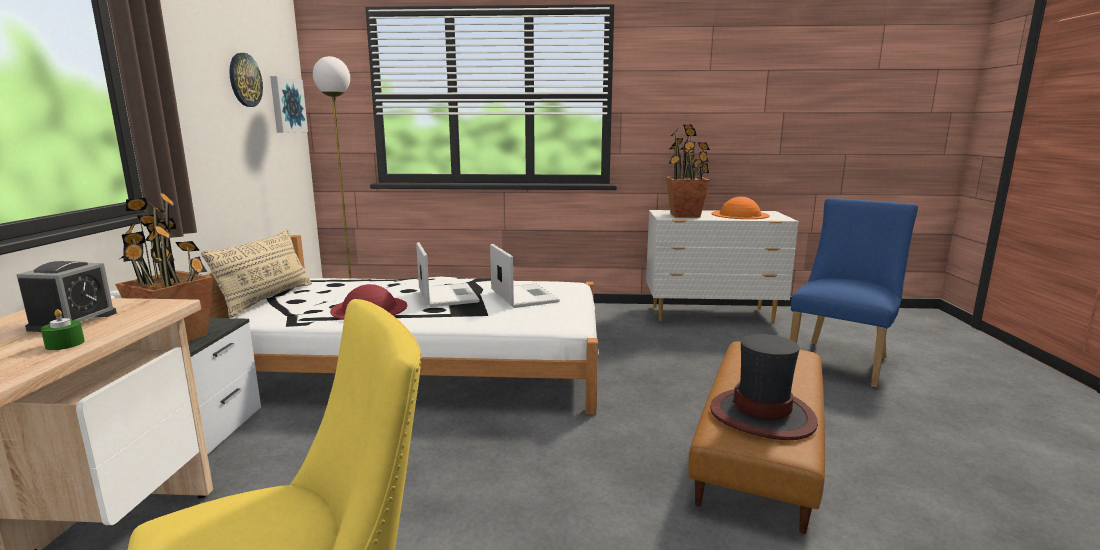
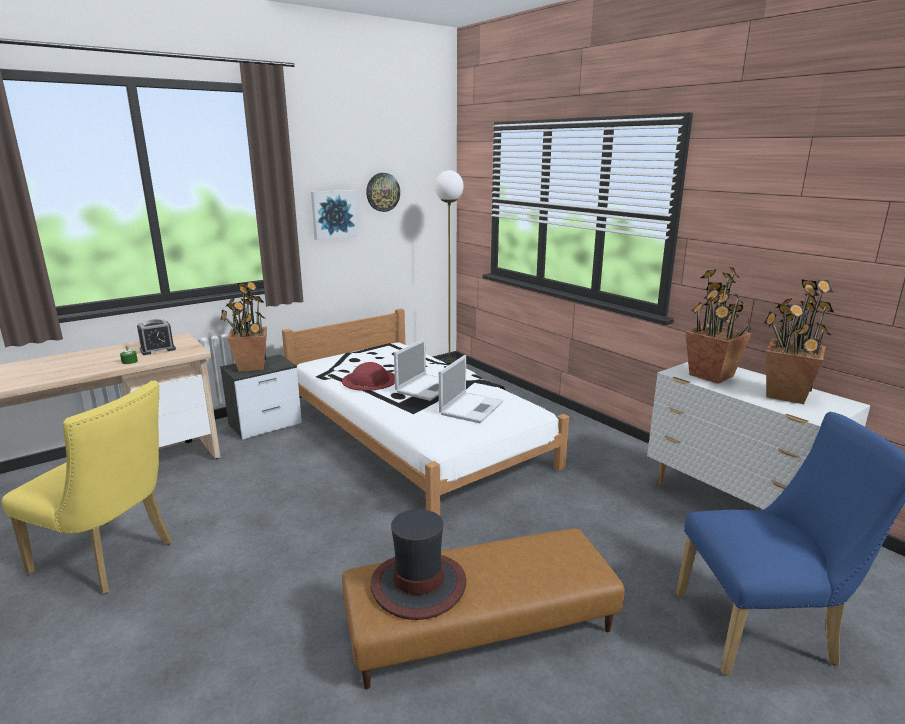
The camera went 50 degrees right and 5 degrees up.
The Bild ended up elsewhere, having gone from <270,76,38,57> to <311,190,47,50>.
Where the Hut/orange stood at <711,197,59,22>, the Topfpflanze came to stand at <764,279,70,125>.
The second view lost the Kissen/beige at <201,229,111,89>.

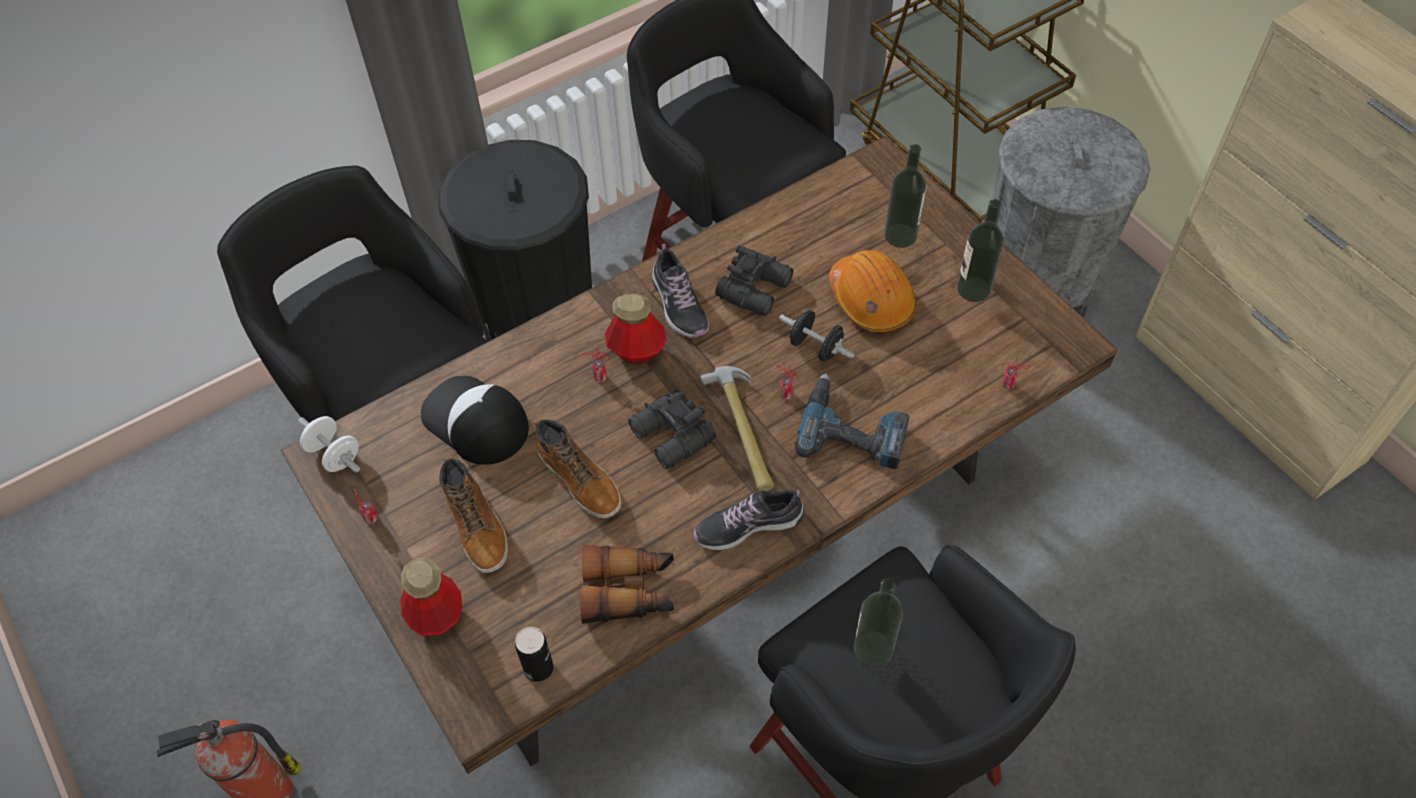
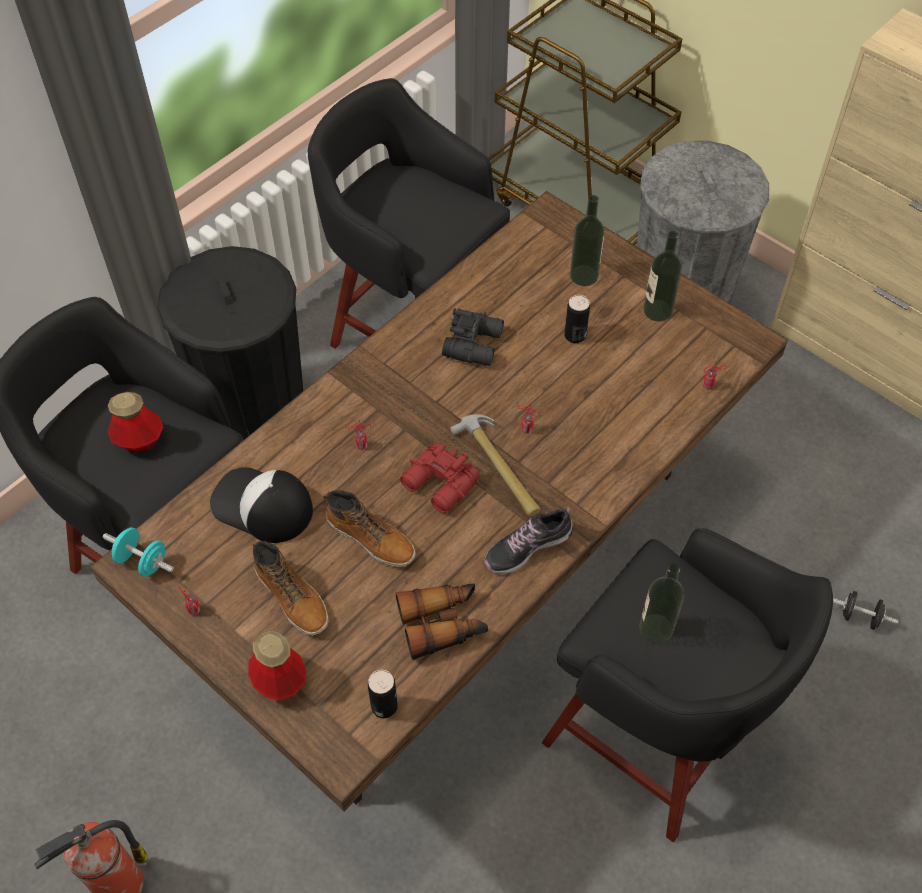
The camera went 15 degrees left and 0 degrees up.
What was the Hantel/weiß at <298,416,62,57> turned into the Hantel/türkis at <103,527,71,50>.
The Flasche ended up elsewhere, having gone from <605,293,62,71> to <108,392,55,61>.
What was the Fernglas/schwarz at <628,389,88,80> turned into the Fernglas/rot at <400,443,80,70>.
Where the Schutzhelm/orange stood at <829,250,87,82>, the Dose came to stand at <564,295,26,48>.
The Hantel/schwarz ended up elsewhere, having gone from <779,310,76,52> to <833,591,65,39>.
The second view lost the Schuh at <652,244,57,94>.
The second view lost the Bohrmaschine at <795,373,115,96>.

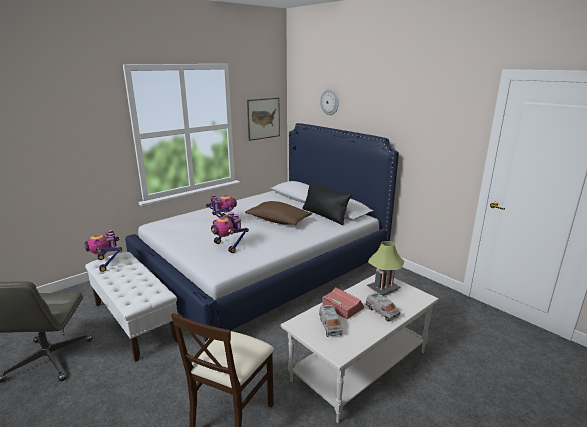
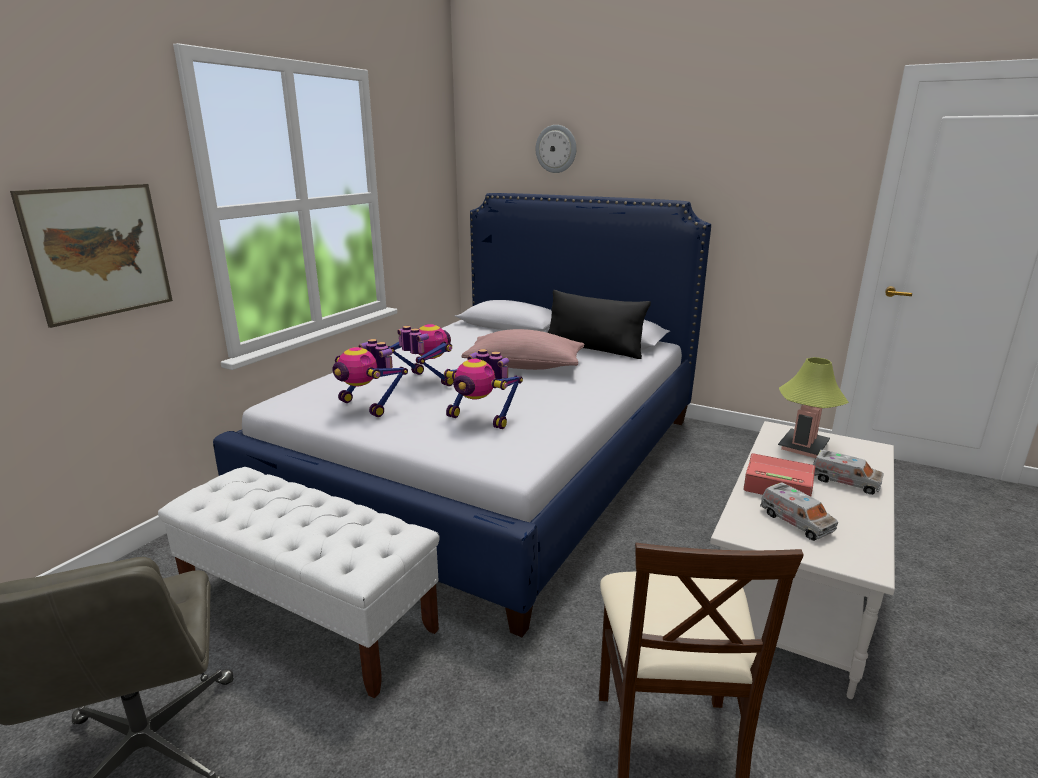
The camera went 20 degrees left and 0 degrees up.
The Bild ended up elsewhere, having gone from <247,97,33,44> to <10,184,163,144>.
The Spielzeugroboter ended up elsewhere, having gone from <84,230,38,42> to <332,339,76,78>.
What was the Kissen/braun at <245,201,67,24> turned into the Kissen/rosa at <461,329,124,41>.

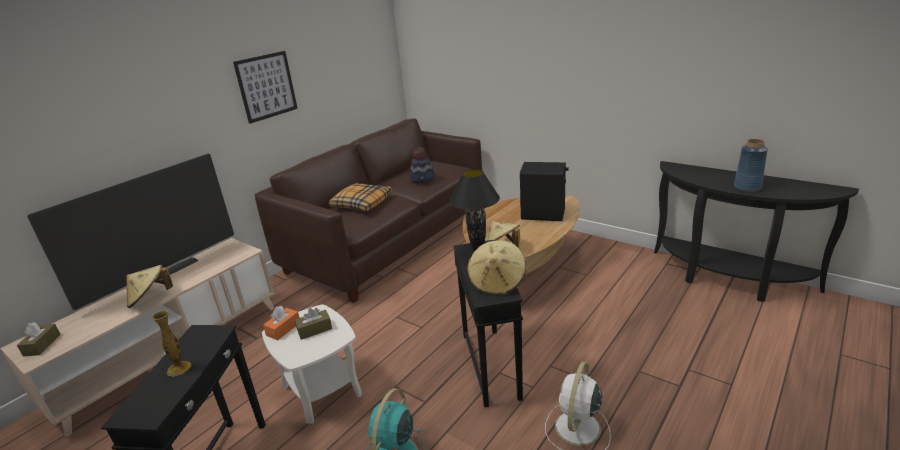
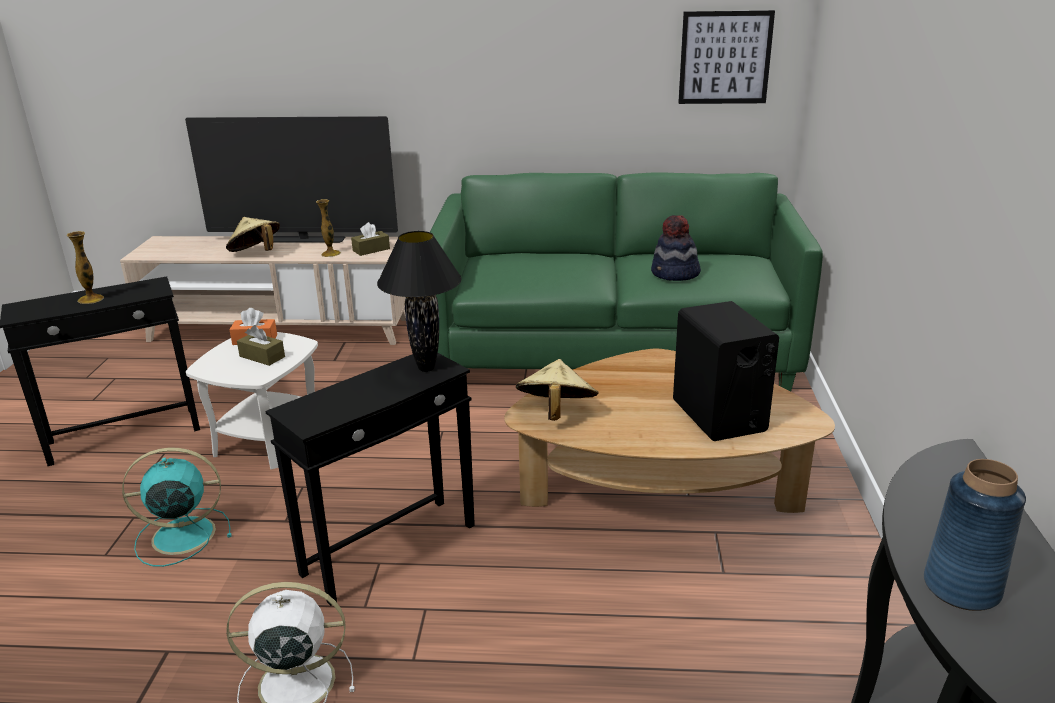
The camera went 55 degrees right and 0 degrees up.
The second view gained the Vase at <316,199,25,58>.
The Taschentuchbox/braun ended up elsewhere, having gone from <17,322,44,35> to <351,222,39,34>.
What was the Sofa/braun at <255,119,227,184> turned into the Sofa/grün at <430,172,393,219>.
The Bild ended up elsewhere, having gone from <233,51,65,73> to <678,10,97,94>.
The second view lost the Kissen at <329,183,63,28>.
The second view lost the Hut/beige at <467,240,59,56>.

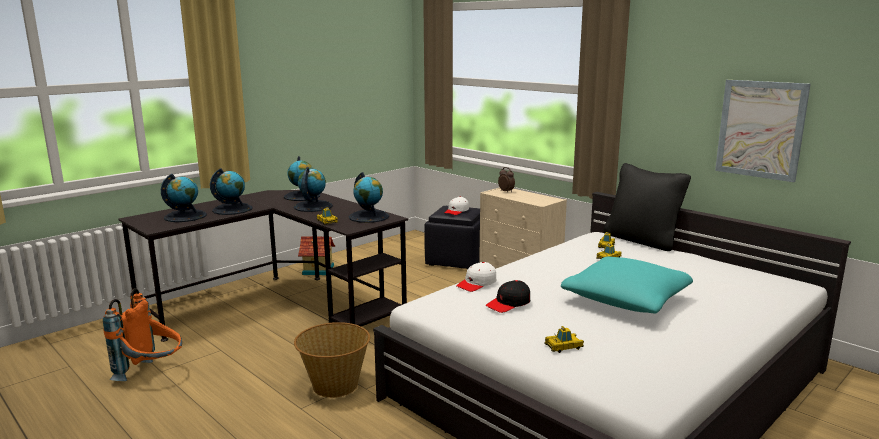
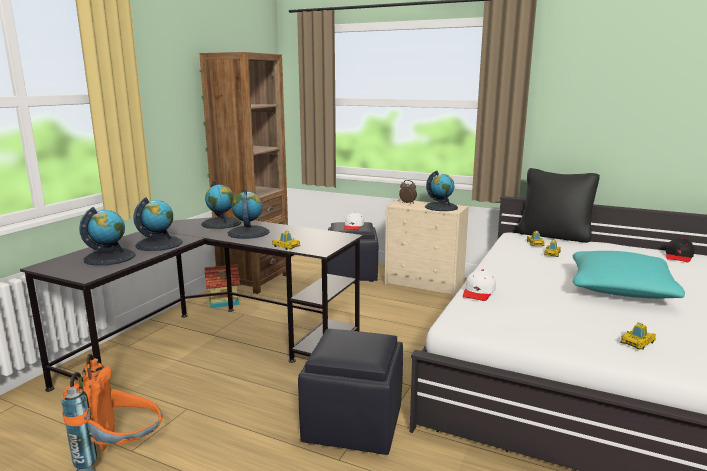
The camera went 20 degrees left and 0 degrees up.
The second view gained the Bücherregal/braun at <199,52,89,242>.
Where the Korb stood at <294,322,76,76>, the Polsterhocker/schwarz came to stand at <298,329,105,126>.
The Globus ended up elsewhere, having gone from <349,172,40,51> to <425,171,33,40>.
The Kappe/schwarz ended up elsewhere, having gone from <486,280,44,33> to <666,238,28,25>.
The second view lost the Bild at <715,80,96,102>.

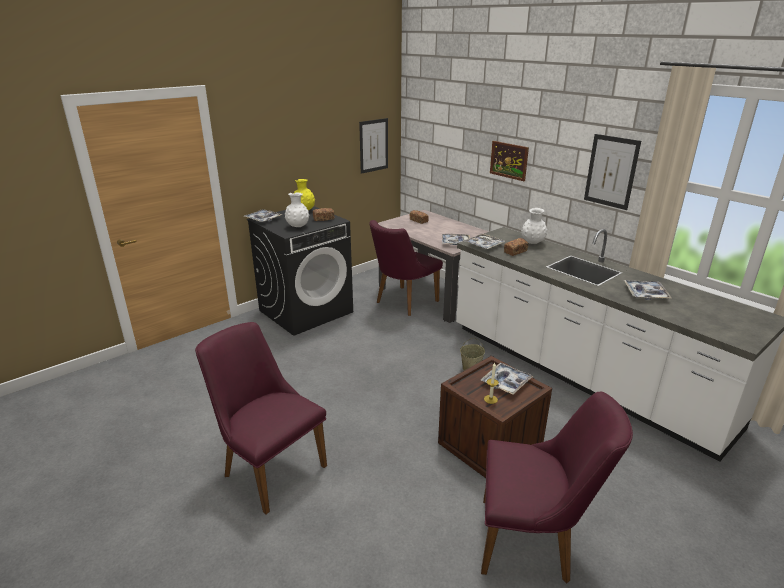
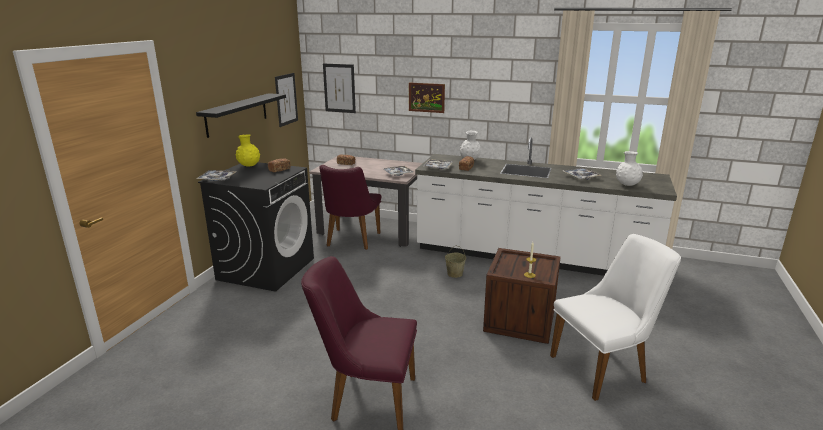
The camera went 30 degrees left and 5 degrees down.
The second view gained the Wandregal/schwarz at <196,93,90,45>.
The Bild ended up elsewhere, having gone from <584,134,57,76> to <323,63,33,50>.
What was the Stuhl/lila at <481,392,152,191> turned into the Stuhl/weiß at <550,234,131,167>.
The Vase/weiß ended up elsewhere, having gone from <285,192,24,35> to <616,151,27,35>.
The second view lost the Tablett at <481,363,52,32>.

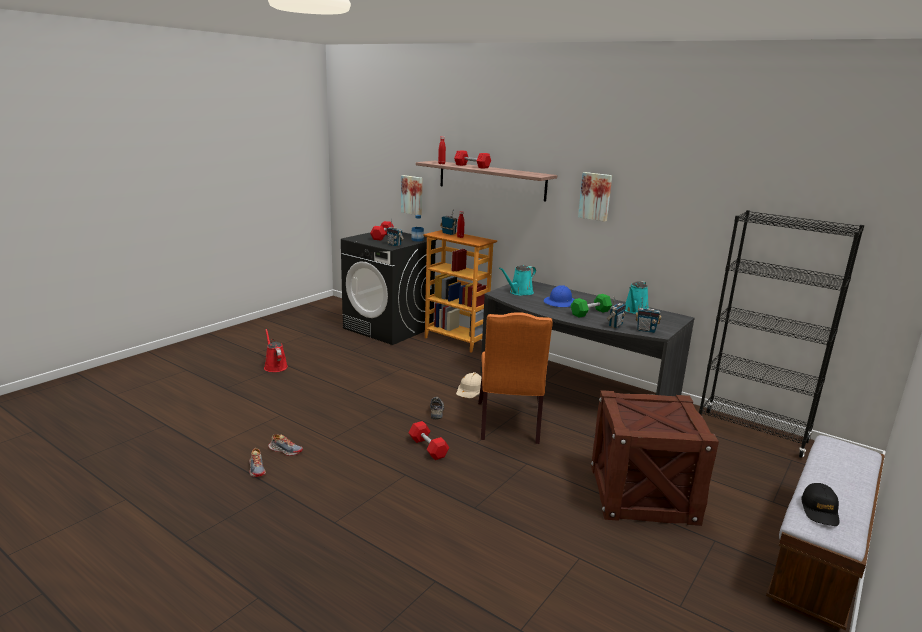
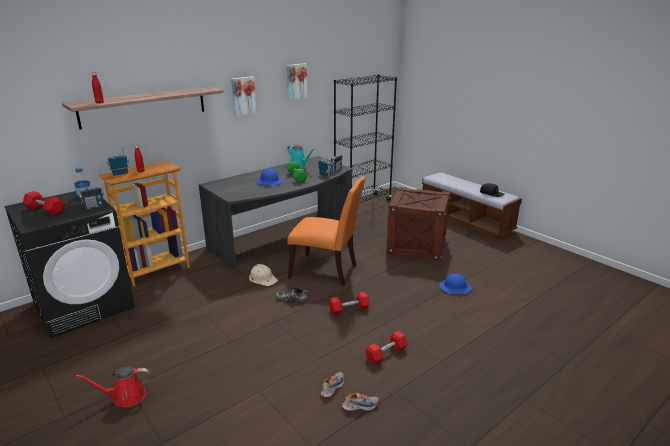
The camera went 75 degrees left and 5 degrees up.
The Bild ended up elsewhere, having gone from <401,175,21,40> to <287,63,21,37>.
The Hantel/rot ended up elsewhere, having gone from <454,150,37,19> to <365,331,43,34>.
The second view gained the Schutzhelm/blau at <439,273,33,21>.
The second view lost the Gießkanne/türkis at <499,265,37,31>.

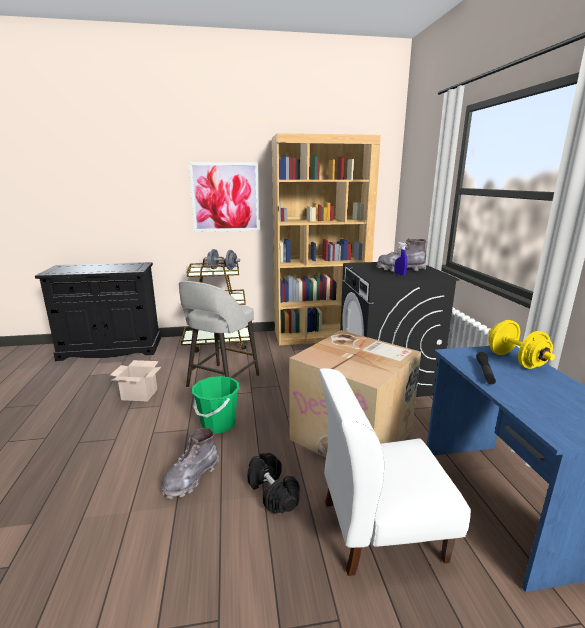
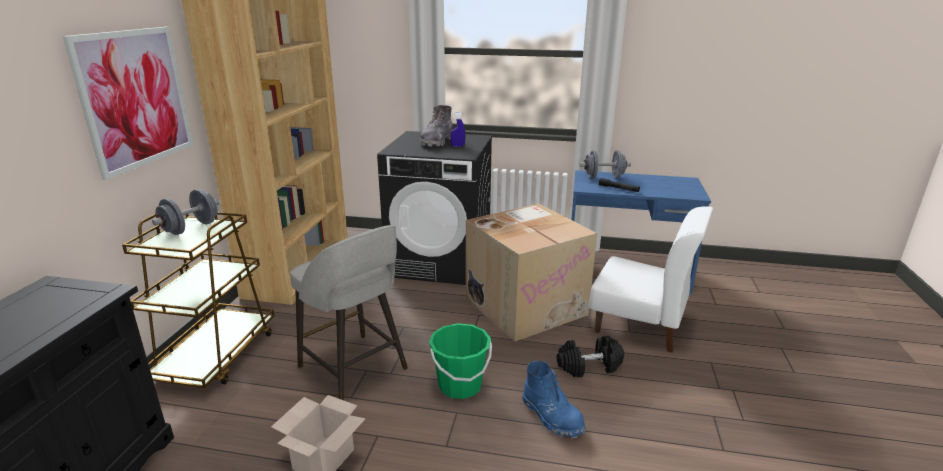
The camera went 70 degrees left and 5 degrees up.
What was the Stiefel/grau at <161,428,58,71> turned into the Stiefel/blau at <522,361,63,77>.
What was the Hantel/gelb at <488,320,67,49> turned into the Hantel/grau at <579,150,52,28>.
The Stuhl/weiß at <319,368,152,208> ended up facing another way, 75 degrees counterclockwise from before.

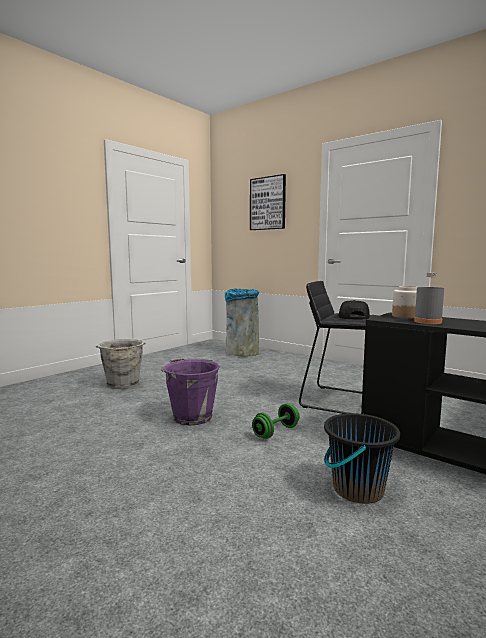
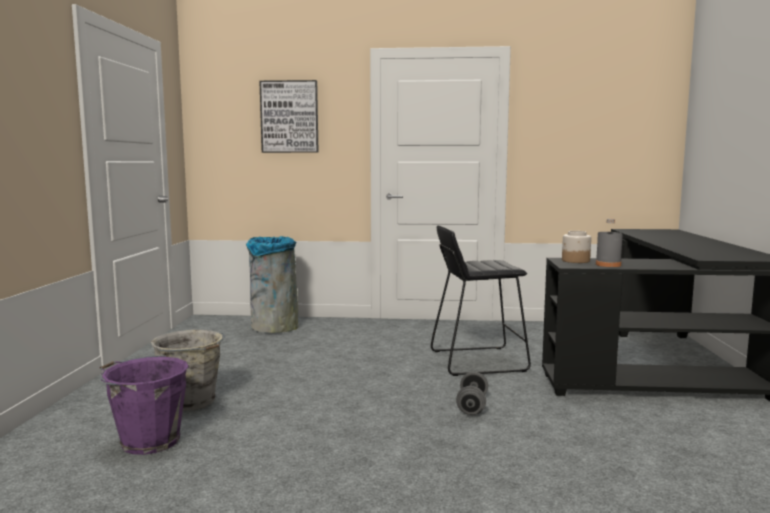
The camera went 35 degrees left and 0 degrees up.
The Eimer/lila ended up elsewhere, having gone from <161,358,59,67> to <100,355,89,100>.
What was the Hantel/grün at <252,403,48,36> turned into the Hantel/grau at <456,372,32,43>.
The second view lost the Eimer/schwarz at <324,413,76,91>.
The second view lost the Kappe/schwarz at <337,300,33,19>.

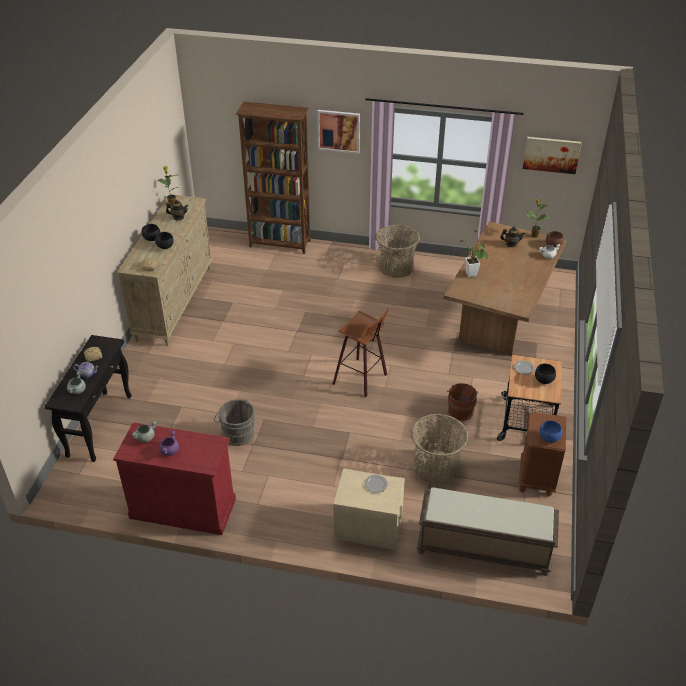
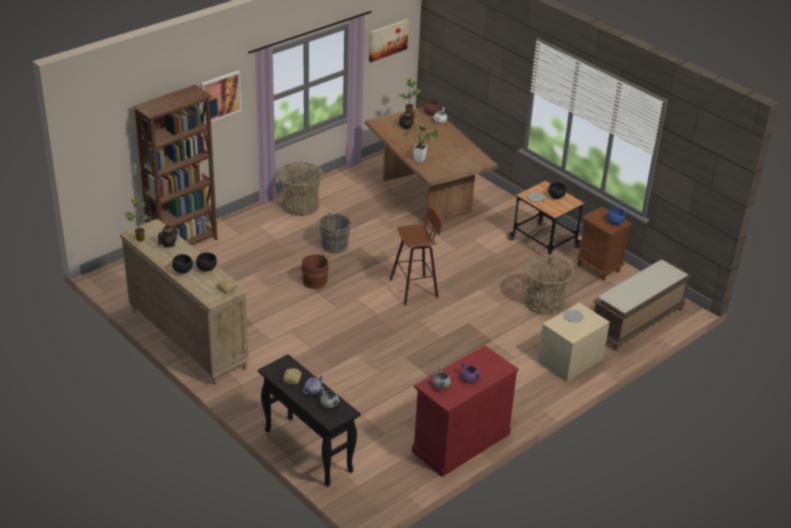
The camera went 55 degrees left and 5 degrees down.
The Eimer/braun ended up elsewhere, having gone from <447,383,31,38> to <299,254,30,35>.
The Eimer/grau ended up elsewhere, having gone from <214,399,41,47> to <316,213,35,40>.

